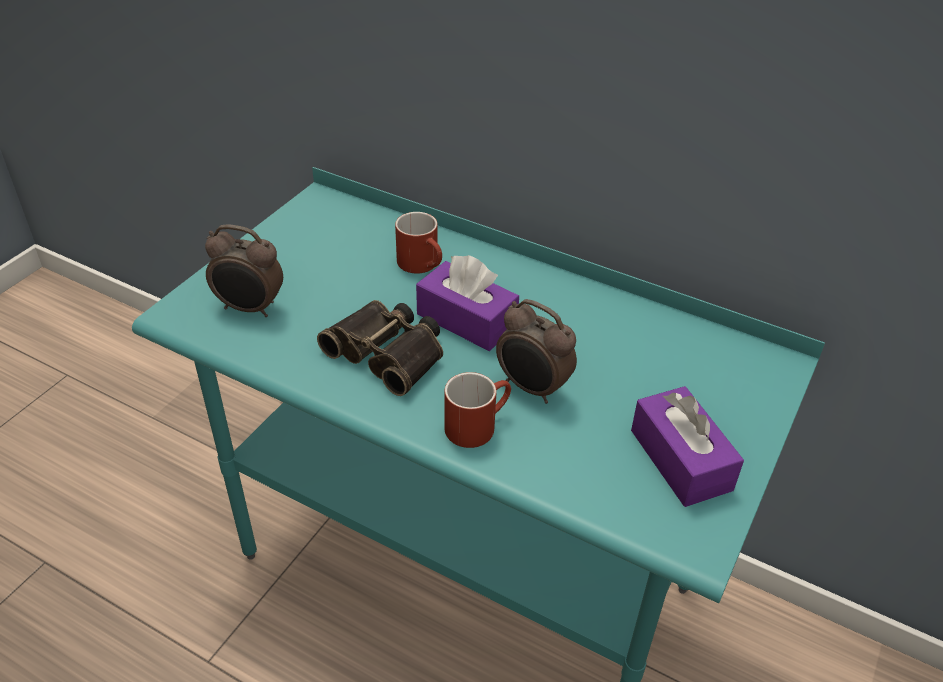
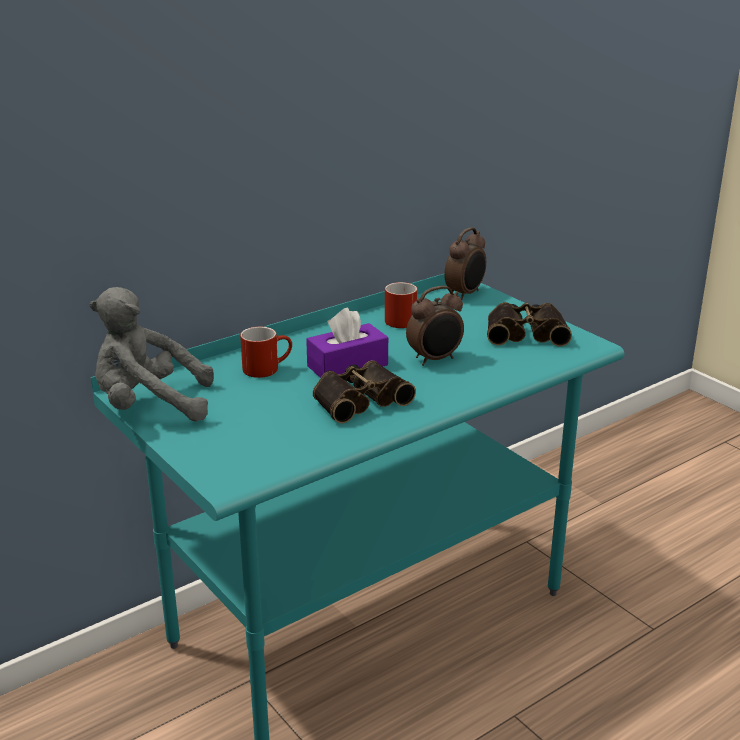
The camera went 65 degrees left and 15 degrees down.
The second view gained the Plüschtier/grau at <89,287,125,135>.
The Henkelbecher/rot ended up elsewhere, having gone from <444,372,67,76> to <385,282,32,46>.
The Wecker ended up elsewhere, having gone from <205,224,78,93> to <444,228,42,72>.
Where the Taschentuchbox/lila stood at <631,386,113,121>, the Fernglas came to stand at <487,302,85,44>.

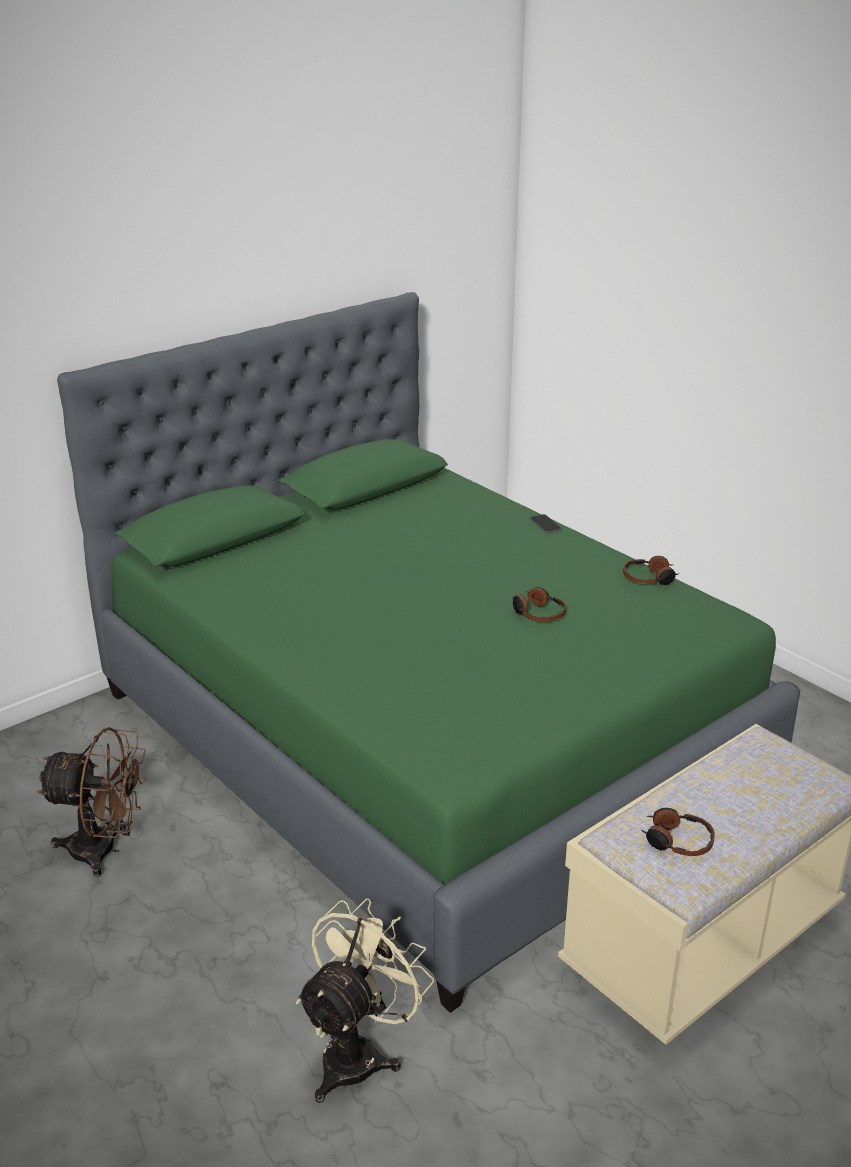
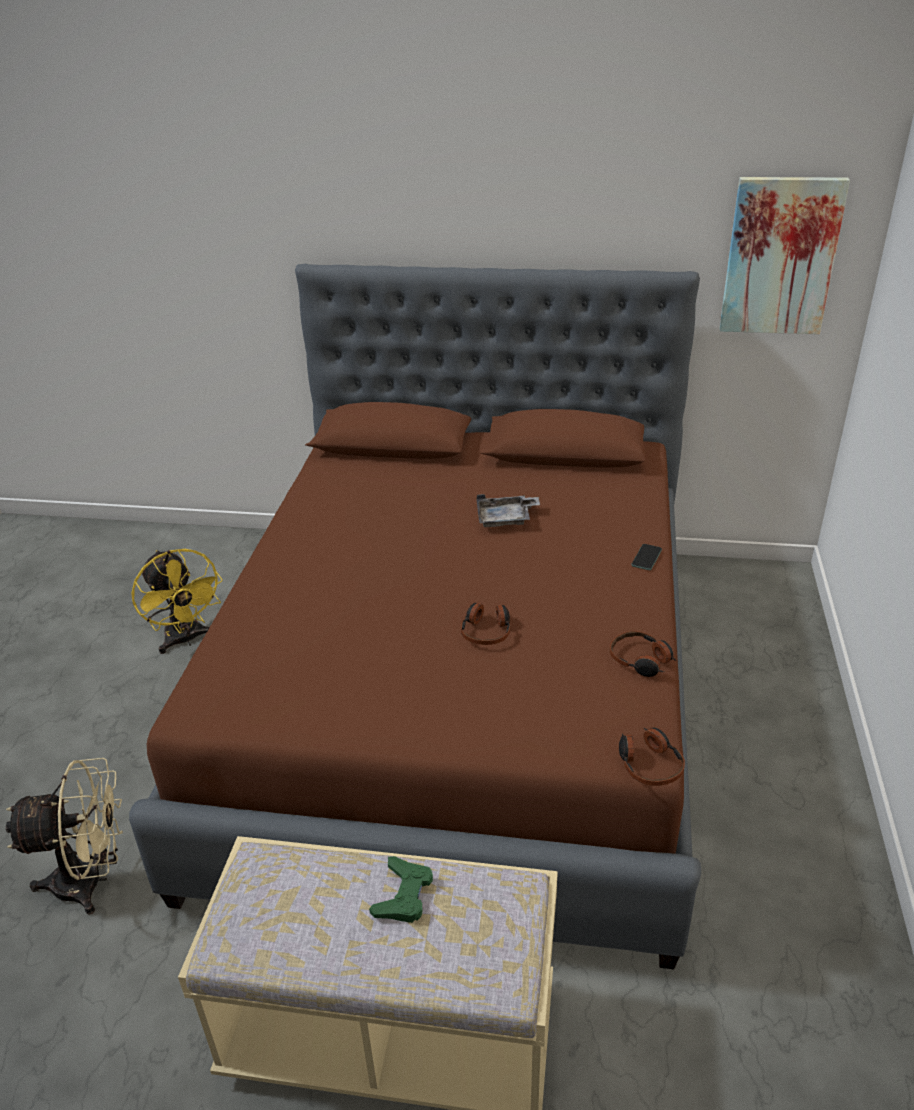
The camera went 50 degrees right and 5 degrees up.
What was the Bett/grün at <57,292,743,721> turned into the Bett/braun at <129,264,572,705>.
What was the Ventilator/braun at <37,727,110,150> turned into the Ventilator/gelb at <131,549,92,105>.
The second view gained the Gamepad/grün at <369,856,64,67>.
The second view gained the Tablett/grau at <477,494,63,33>.
The Kopfhörer ended up elsewhere, having gone from <641,808,74,48> to <619,727,66,59>.
The second view gained the Bild at <720,177,130,157>.

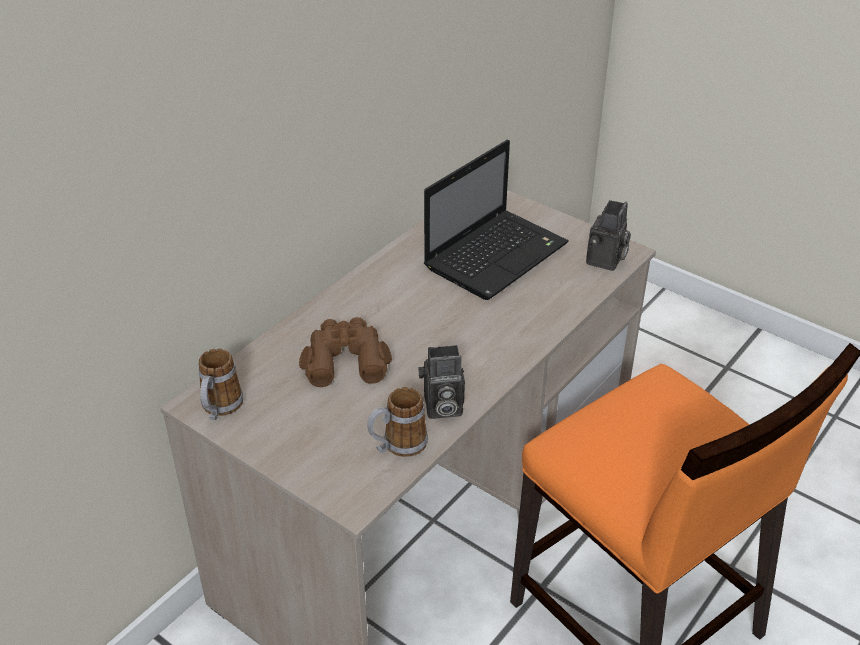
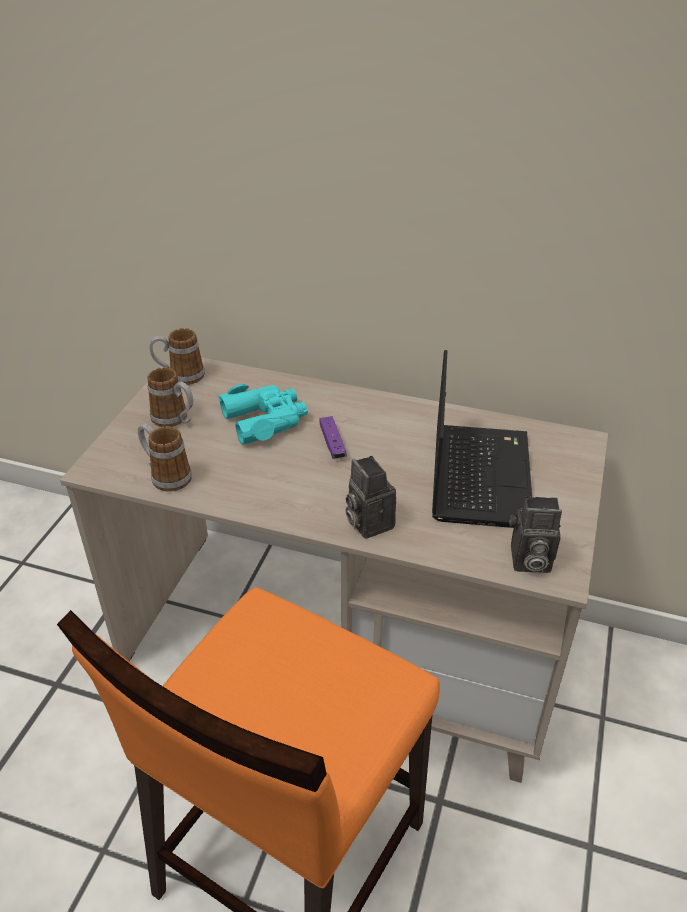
The camera went 70 degrees right and 0 degrees up.
The second view gained the Henkelbecher at <147,367,46,60>.
What was the Fernglas/braun at <299,317,93,70> turned into the Fernglas/türkis at <218,384,90,61>.
The second view gained the Gamepad/lila at <319,416,28,43>.
The Kamera ended up elsewhere, having gone from <418,345,47,74> to <345,456,51,83>.
The Laptop at <424,140,145,160> ended up facing another way, 105 degrees counterclockwise from before.

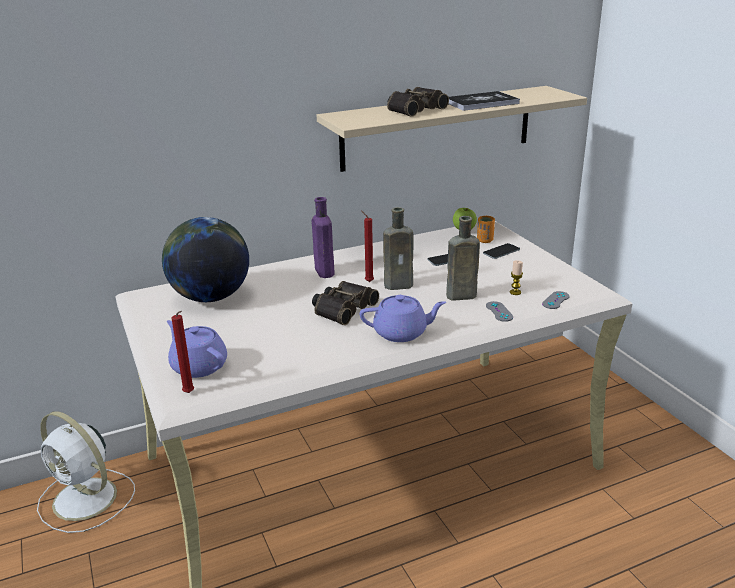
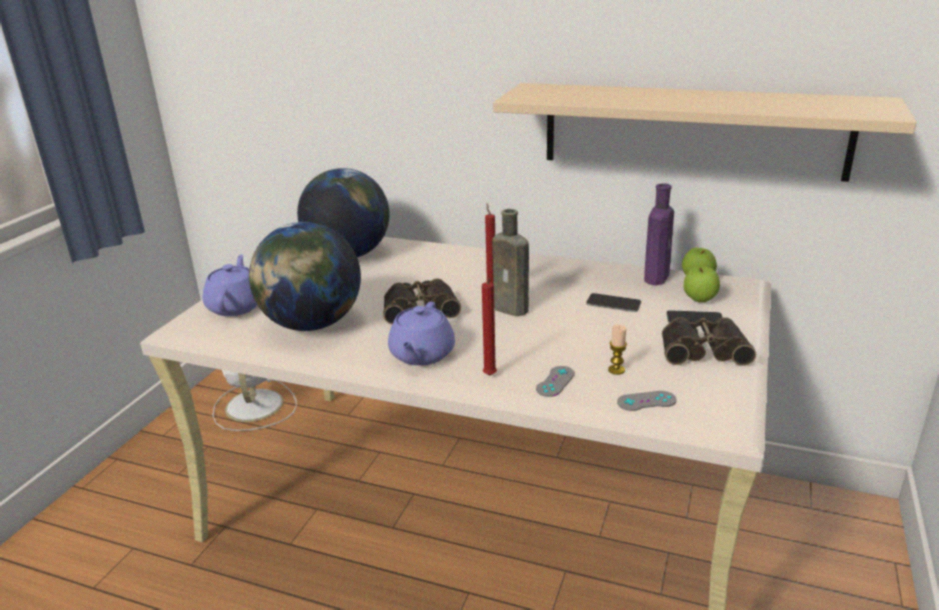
The camera went 45 degrees right and 0 degrees up.
The second view gained the Globus at <249,222,112,109>.
The Teekanne/lila at <360,295,86,47> ended up facing another way, 60 degrees clockwise from before.
The Kerze/rot ended up elsewhere, having gone from <172,311,22,82> to <482,279,15,97>.
The Flasche/lila ended up elsewhere, having gone from <312,197,23,81> to <644,183,30,102>.
The Fernglas ended up elsewhere, having gone from <387,87,62,30> to <662,317,94,49>.
Where the Tasse/orange stood at <477,216,18,27>, the Apfel came to stand at <684,266,36,36>.
The second view lost the Flasche/braun at <446,216,34,85>.
The second view lost the Buch at <448,91,72,20>.

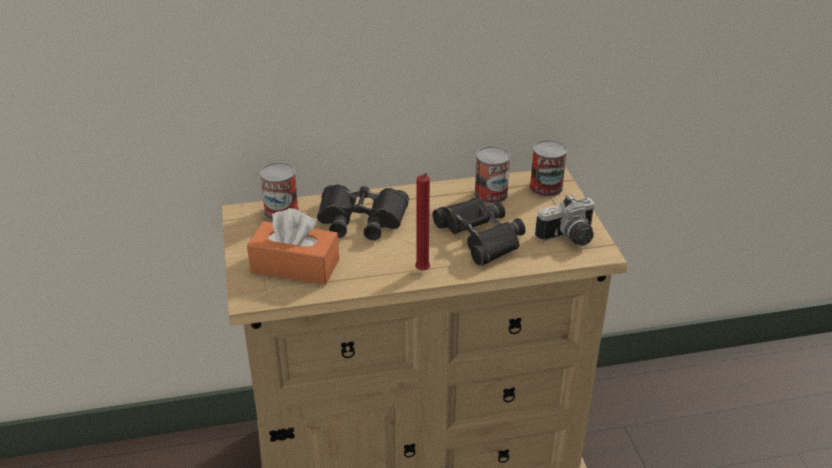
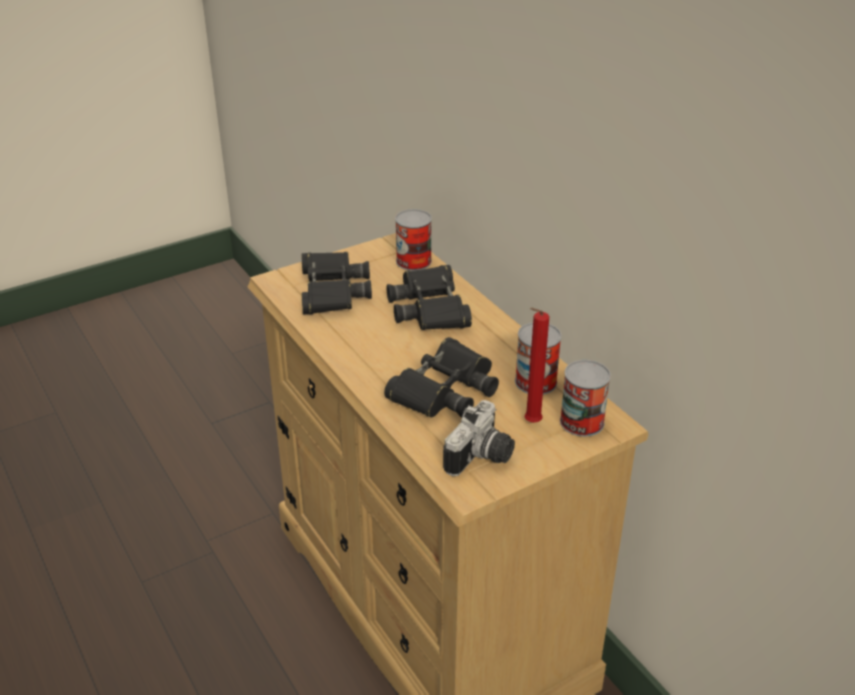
The camera went 70 degrees right and 0 degrees up.
Where the Taschentuchbox/orange stood at <247,208,92,77>, the Fernglas/schwarz came to stand at <301,252,71,62>.
The Kamera at <535,194,60,52> ended up facing another way, 105 degrees counterclockwise from before.
The Kerze/rot ended up elsewhere, having gone from <415,173,15,98> to <524,308,25,115>.

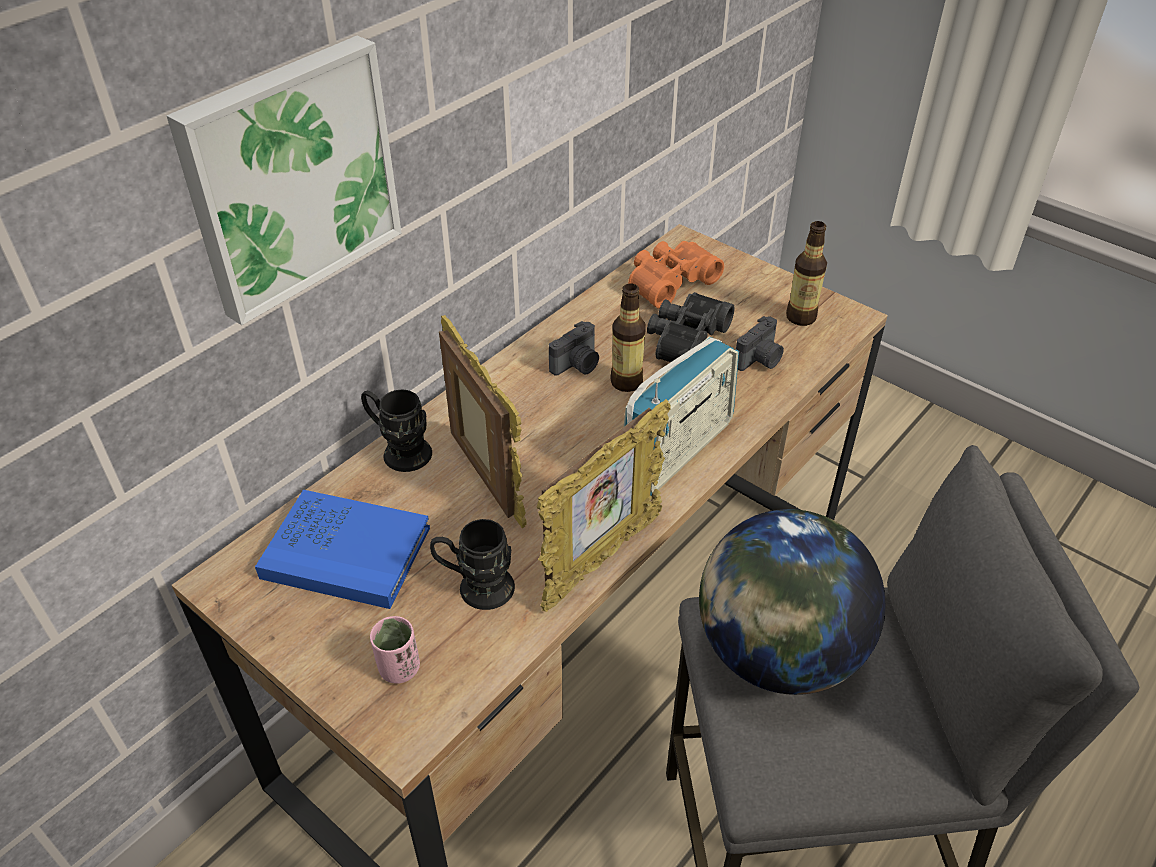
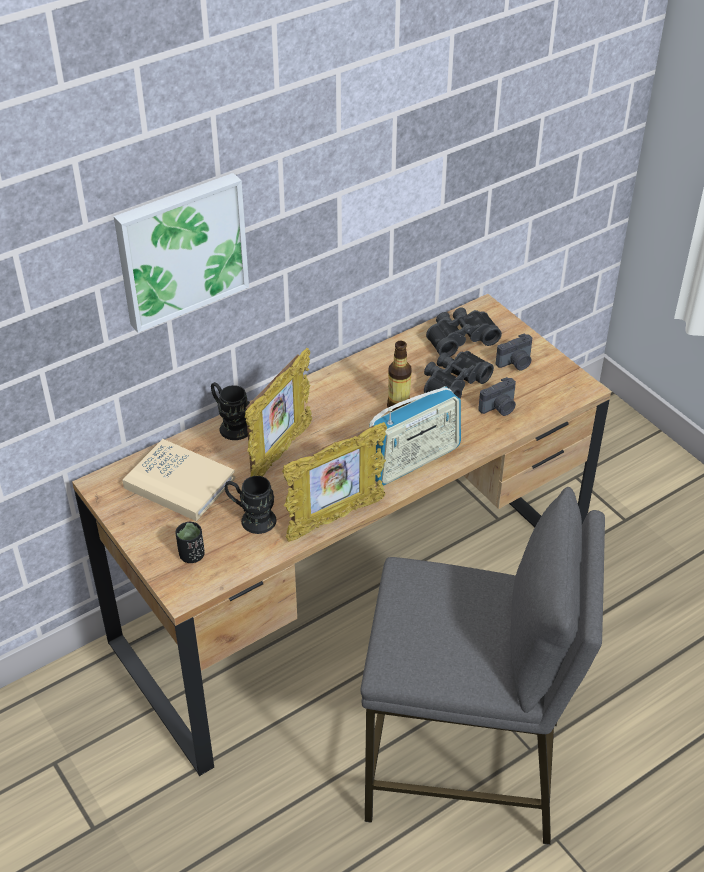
The camera went 15 degrees right and 0 degrees up.
What was the Buch/blau at <255,490,175,119> turned into the Buch/beige at <122,439,113,82>.
What was the Tasse/rosa at <370,616,50,68> turned into the Tasse/schwarz at <175,522,30,41>.
The Bilderrahmen at <439,315,88,213> ended up facing another way, 45 degrees clockwise from before.
What was the Fernglas/orange at <628,241,96,68> turned into the Fernglas/schwarz at <426,308,76,49>.
The Kamera ended up elsewhere, having gone from <549,321,50,54> to <496,334,36,37>.
The second view lost the Globus at <699,509,187,186>.
The second view lost the Flasche at <786,221,41,105>.

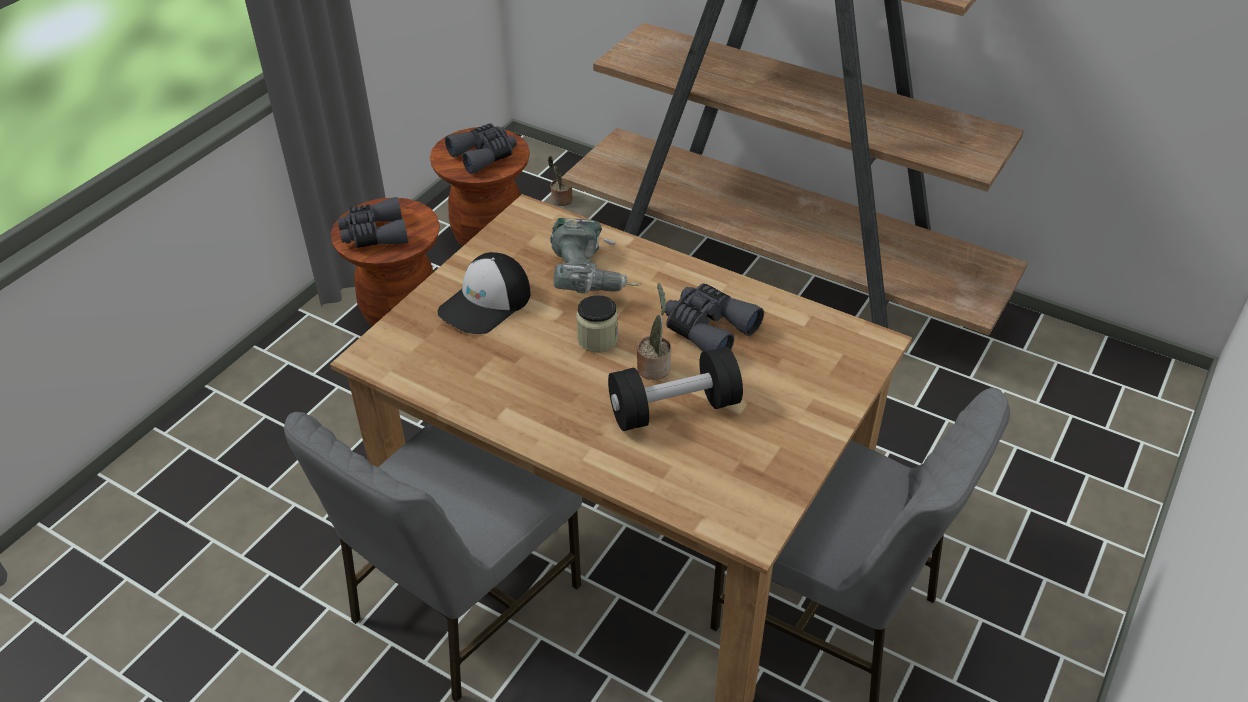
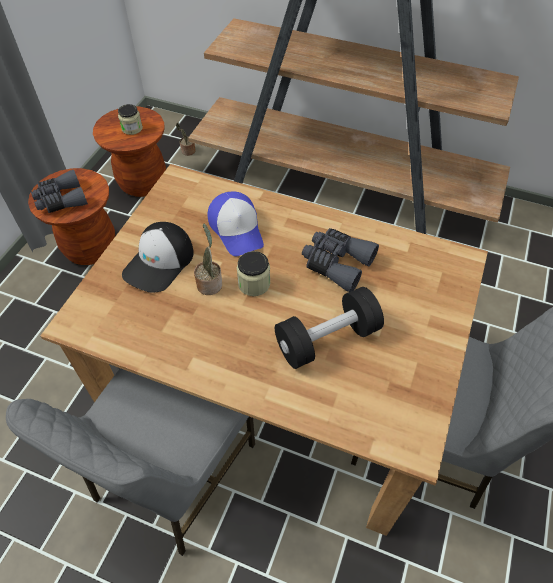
The camera went 10 degrees left and 10 degrees up.
Where the Fernglas/grau stood at <445,123,72,51>, the Vorratsglas came to stand at <118,104,25,31>.
The Topfpflanze ended up elsewhere, having gone from <637,283,34,97> to <194,223,28,72>.
Where the Bohrmaschine stood at <550,218,91,75>, the Kappe came to stand at <207,191,57,65>.

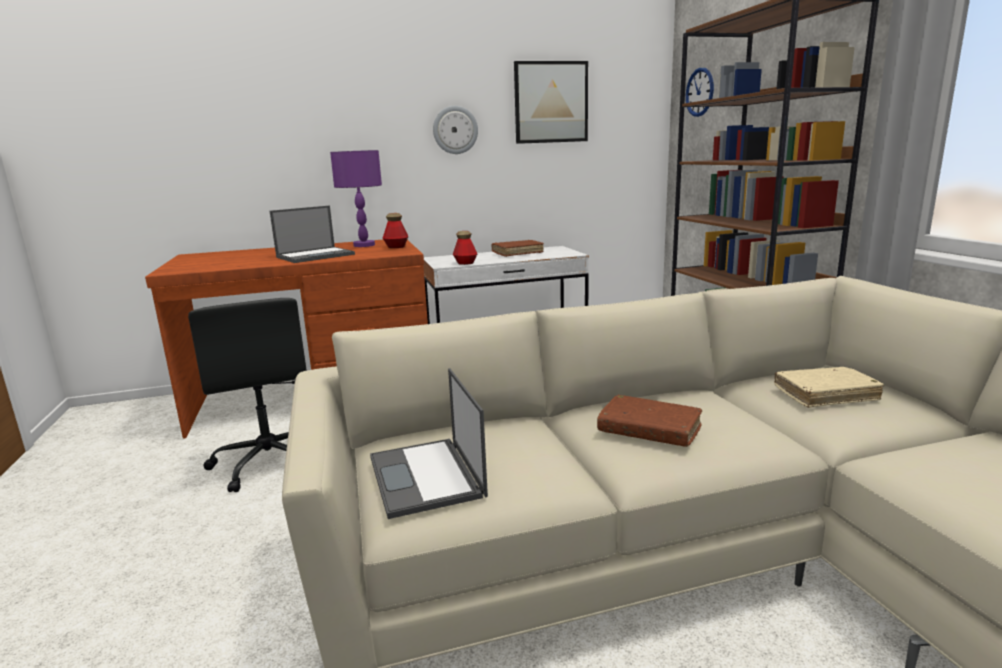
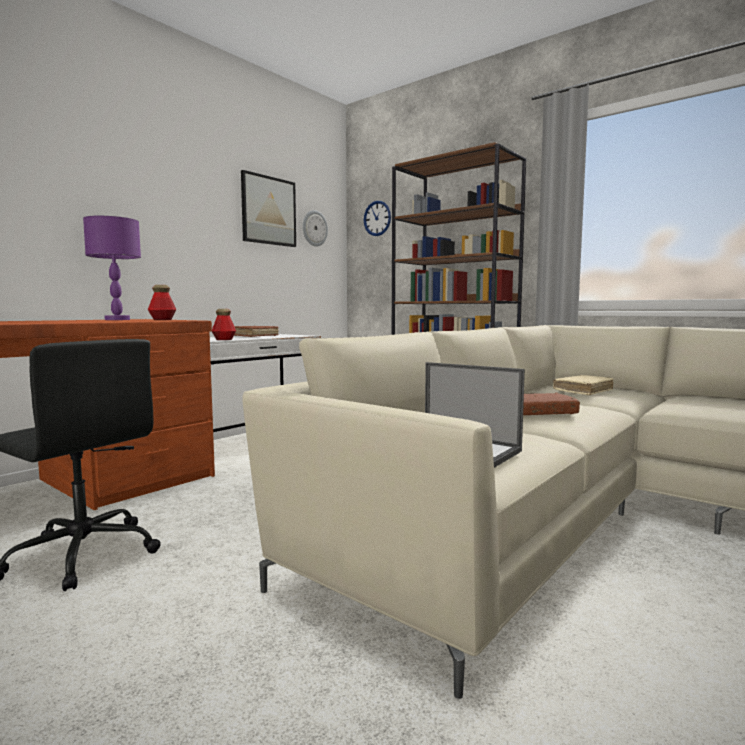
The camera went 35 degrees left and 10 degrees down.
The Wanduhr ended up elsewhere, having gone from <433,106,45,48> to <302,210,26,37>.
The second view lost the Laptop at <270,205,85,58>.

